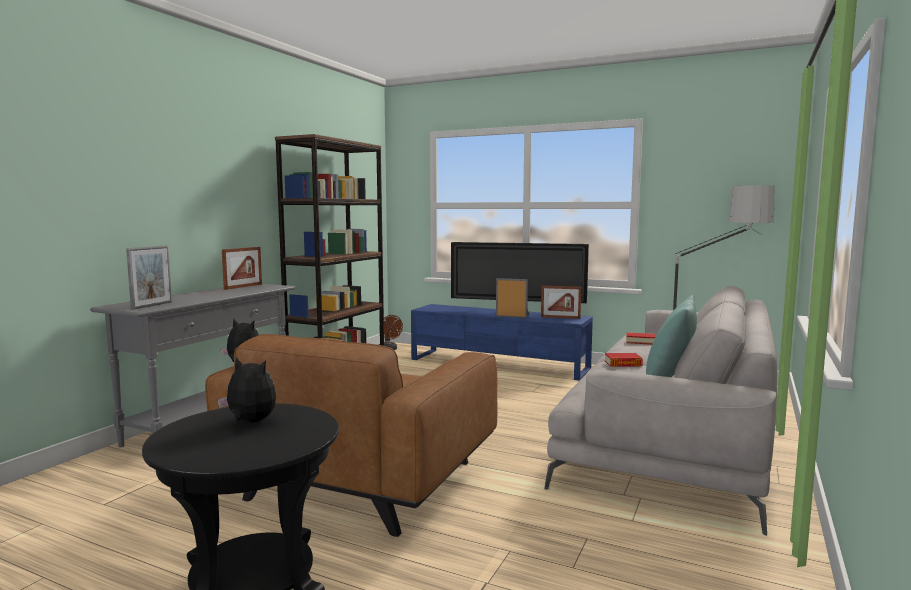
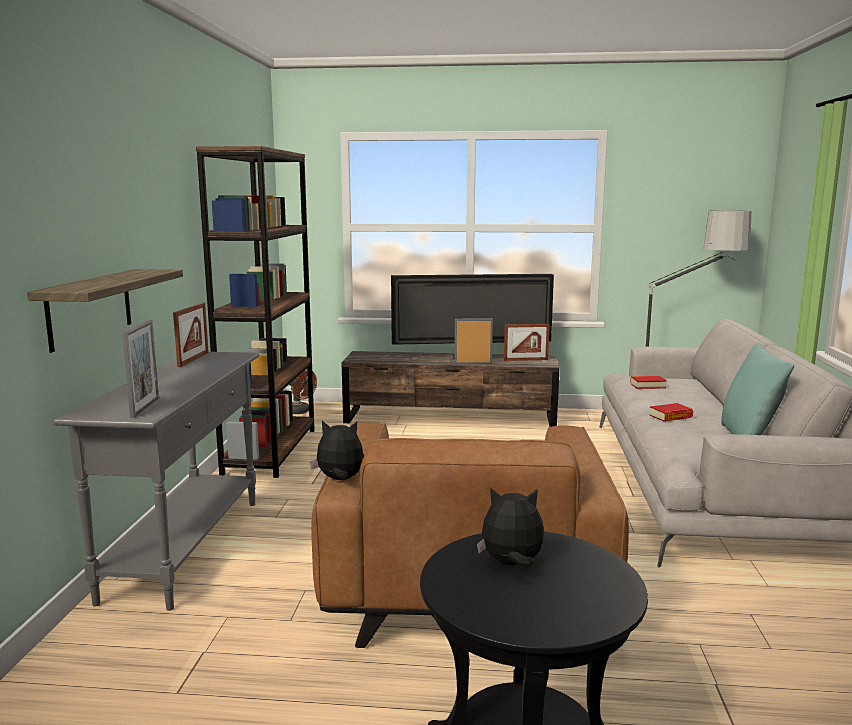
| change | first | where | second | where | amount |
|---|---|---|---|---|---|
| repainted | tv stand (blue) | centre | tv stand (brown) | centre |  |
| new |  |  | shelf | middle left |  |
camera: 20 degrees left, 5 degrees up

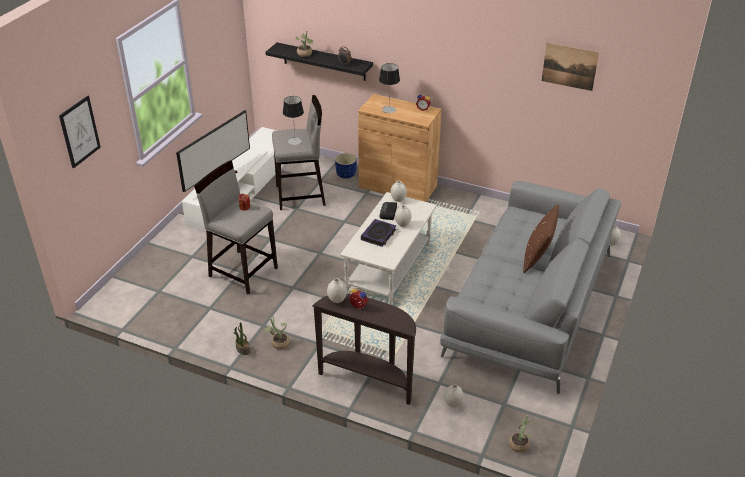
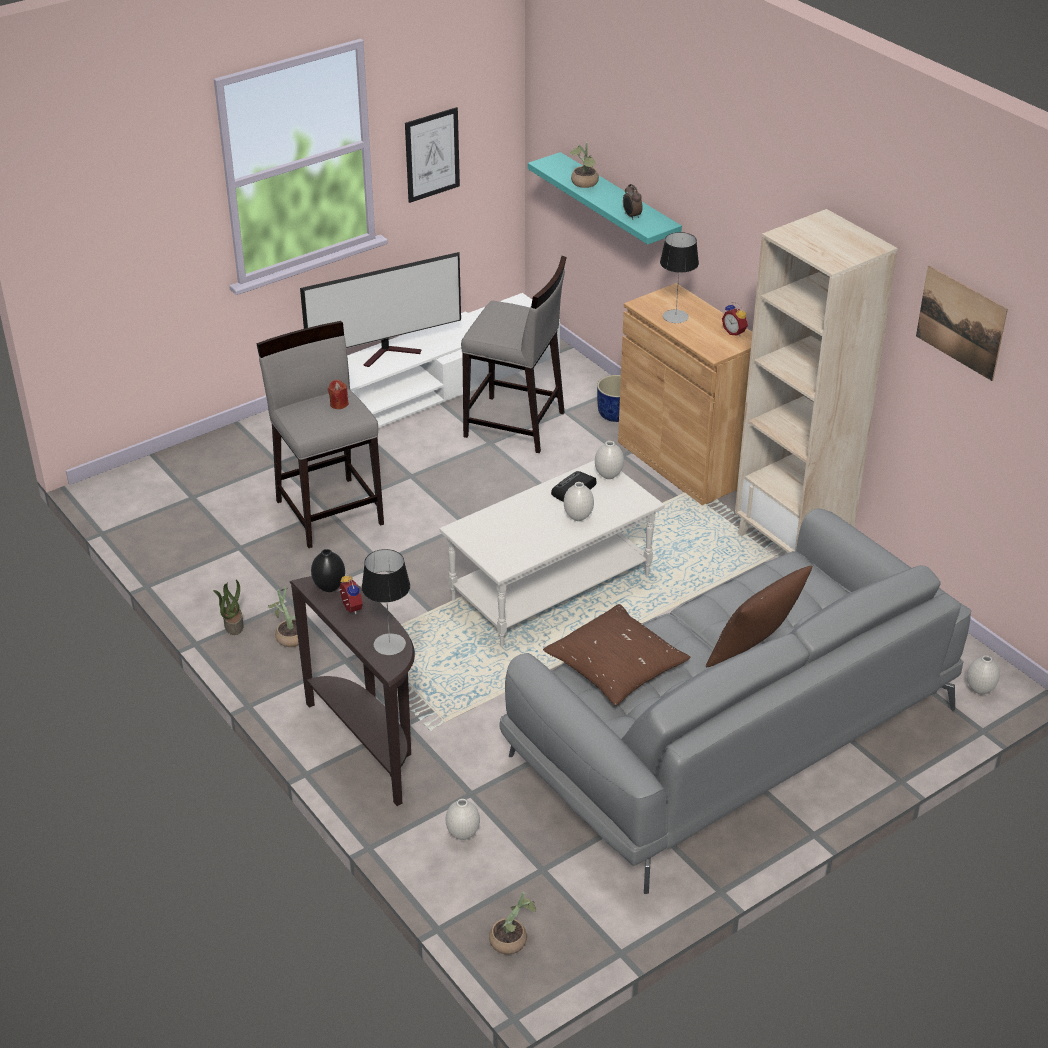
| change | first | where | second | where | amount |
|---|---|---|---|---|---|
| repainted | shelf (black) | top centre | shelf (turquoise) | top centre |  |
| shifted | picture (no. 1 from left) | top left |  | top centre |  |
| shifted | table lamp (no. 1 from left) | top centre |  | centre |  |
| gone | book | centre |  |  |  |
| repainted | vase (white) (no. 1 from left) | centre | vase (black) | middle left |  |
| new |  |  | bookcase (beige) | middle right |  |
| new |  |  | pillow (brown) (no. 1 from left) | centre |  |
camera: 30 degrees right, 0 degrees up

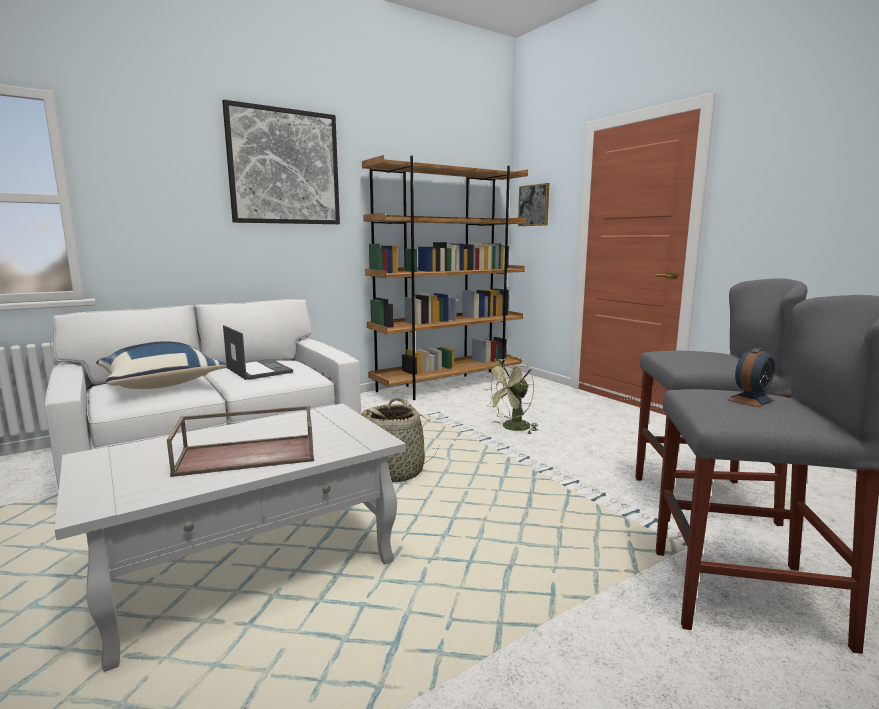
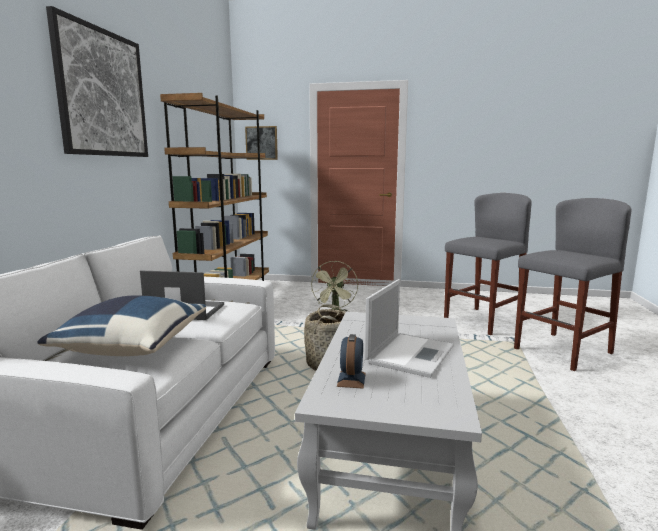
| change | first | where | second | where | amount |
|---|---|---|---|---|---|
| shifted | alarm clock | middle right |  | bottom centre |  |
| swapped | tray (brown) | middle left | laptop (no. 2 from left) | centre |  |
camera: 45 degrees left, 0 degrees up

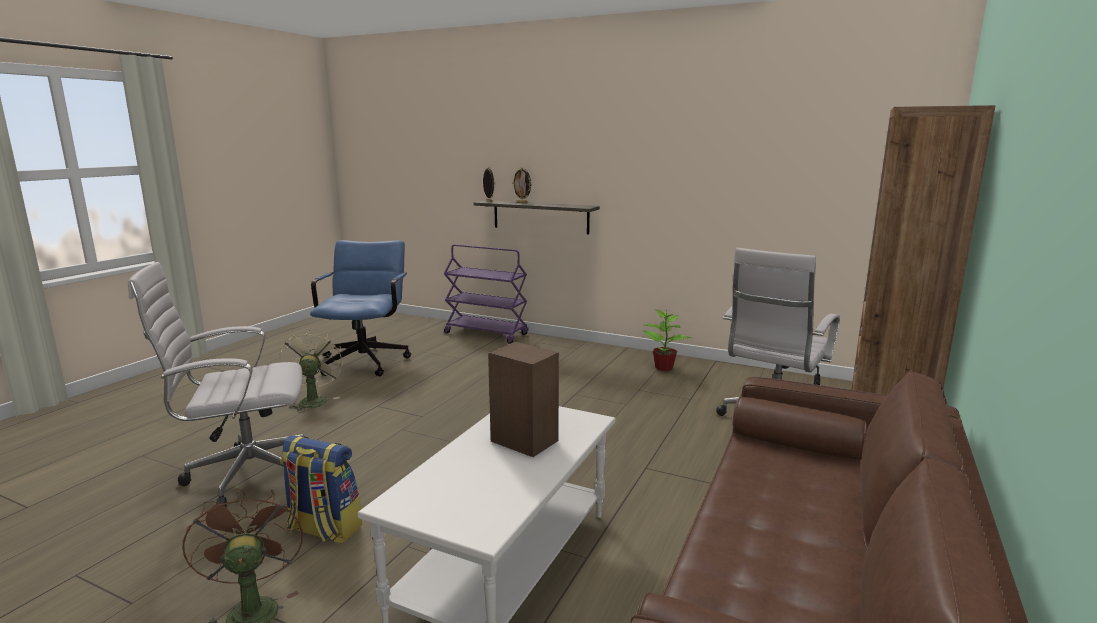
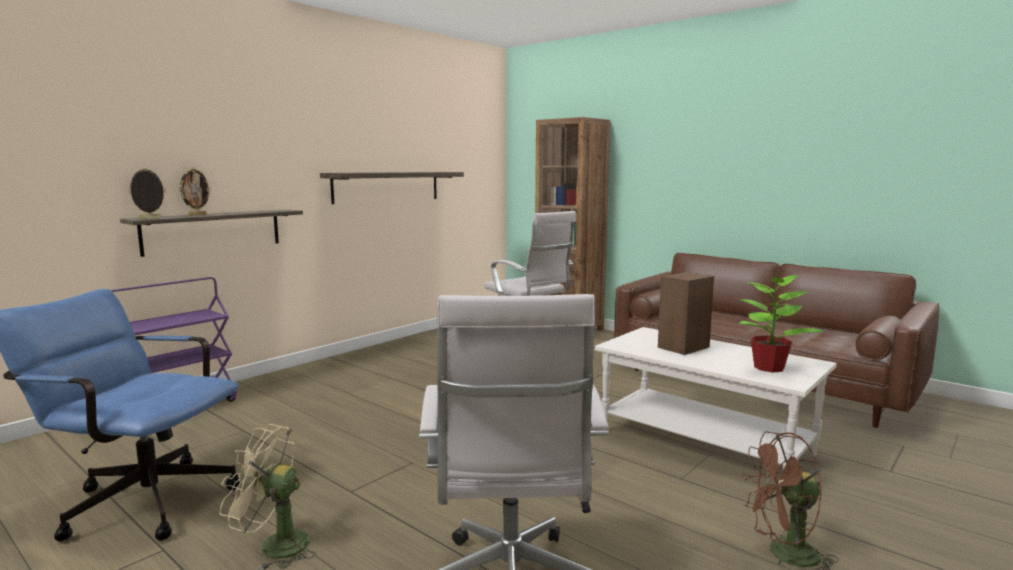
| change | first | where | second | where | amount |
|---|---|---|---|---|---|
| shifted | potted plant | centre |  | middle right |  |
| gone | backpack | bottom left |  |  |  |
| new |  |  | shelf (no. 2 from left) | top centre |  |
camera: 75 degrees left, 5 degrees down

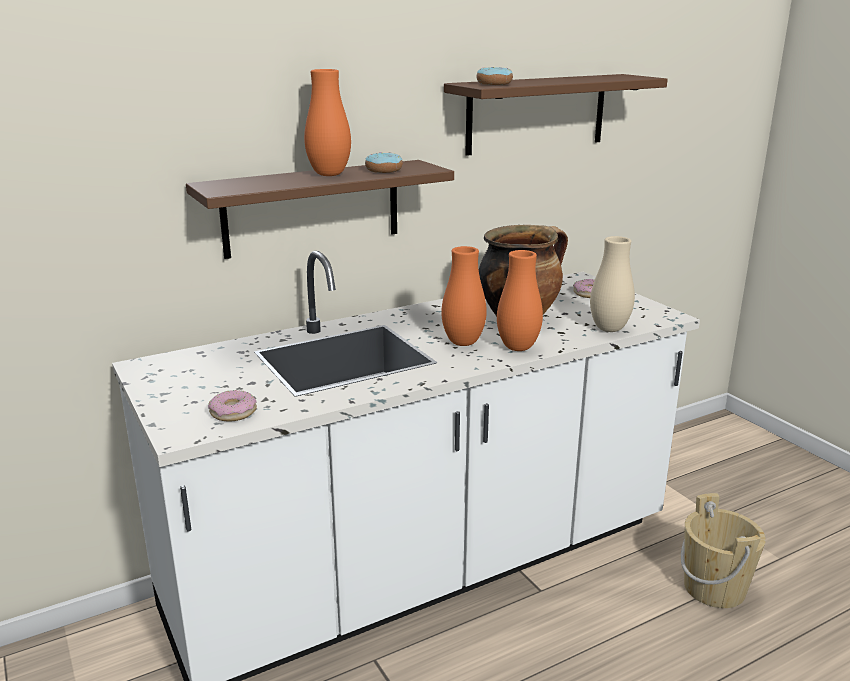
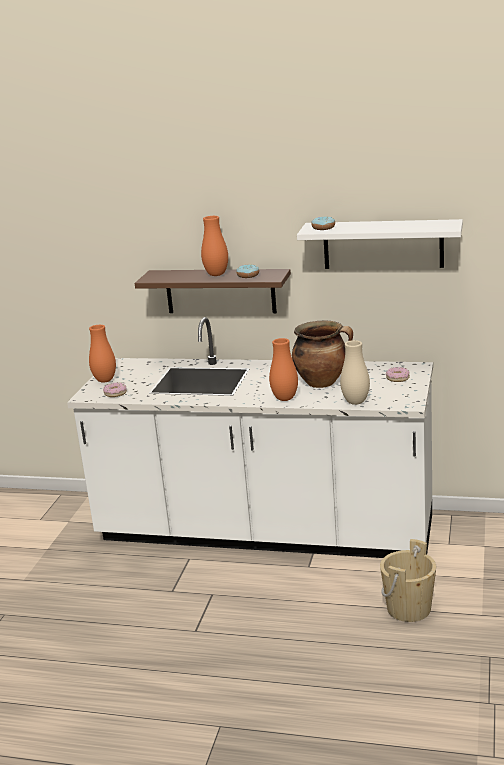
| change | first | where | second | where | amount |
|---|---|---|---|---|---|
| repainted | shelf (brown) (no. 2 from left) | top centre | shelf (white) | top right |  |
| shifted | vase (orange) (no. 2 from left in the first image) | centre | vase (orange) (no. 1 from left) | middle left |  |
camera: 45 degrees right, 0 degrees up

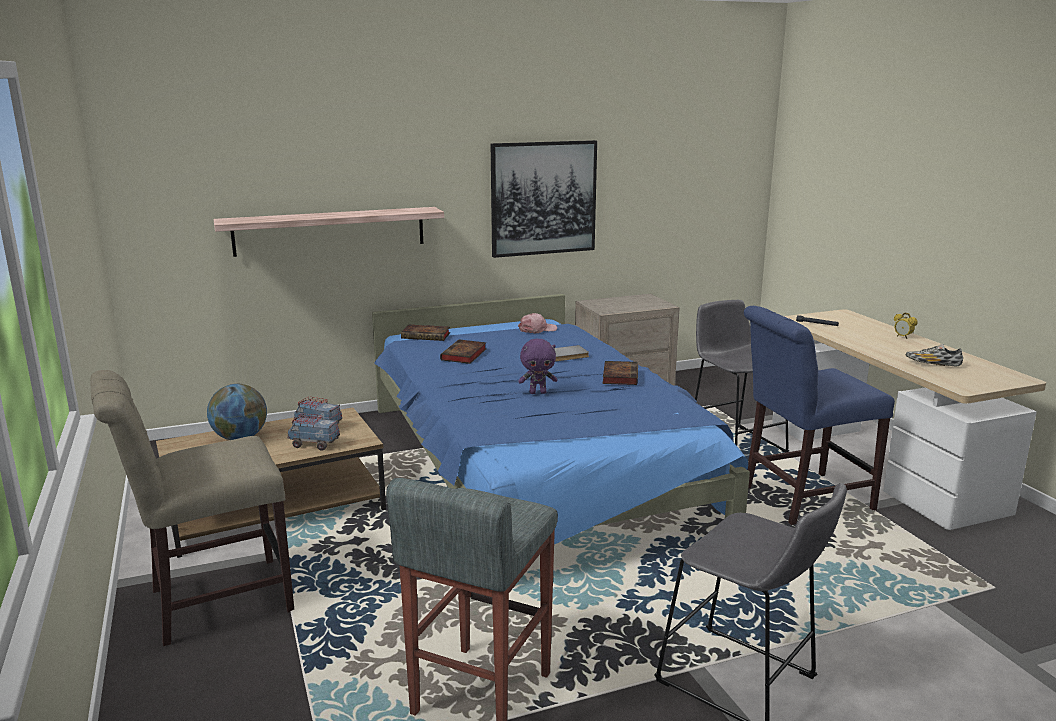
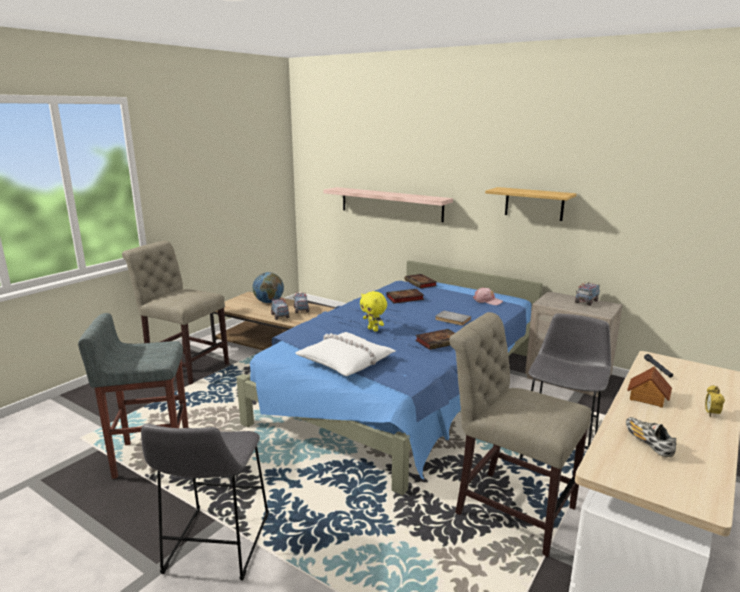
| change | first | where | second | where | amount |
|---|---|---|---|---|---|
| swapped | picture | top centre | shelf (no. 2 from left) | middle right |  |
| repainted | chair (blue) | middle right | chair (beige) (no. 2 from left) | bottom right |  |
| repainted | plush toy (purple) | centre | plush toy (yellow) | centre |  |
| new |  |  | toy truck (no. 3 from left) | middle right |  |
| new |  |  | pillow (white) | centre |  |
| new |  |  | toy house | middle right |  |
camera: 55 degrees right, 0 degrees up

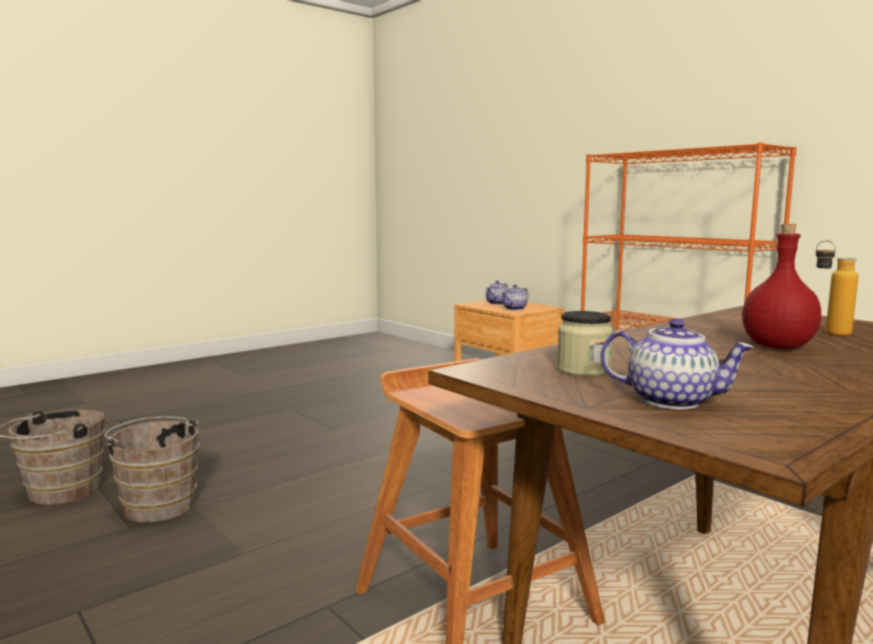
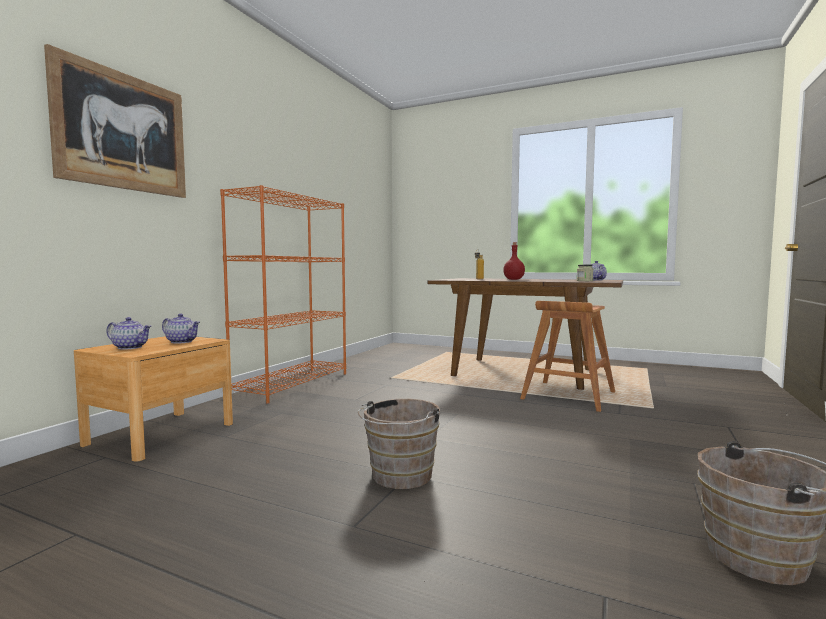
| change | first | where | second | where | amount |
|---|---|---|---|---|---|
| shifted | bucket (brown) (no. 2 from left in the first image) | bottom left | bucket (brown) (no. 1 from left) | bottom centre |  |
| new |  |  | picture | top left |  |
camera: 115 degrees left, 5 degrees down

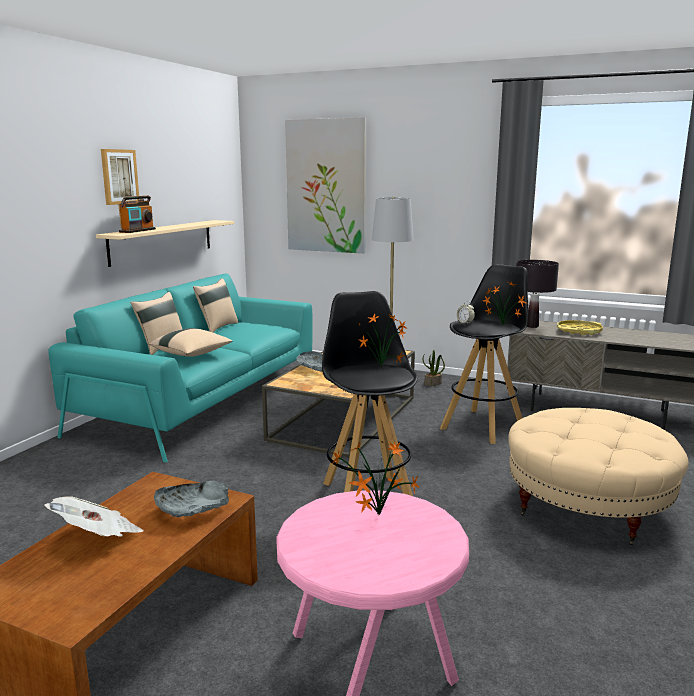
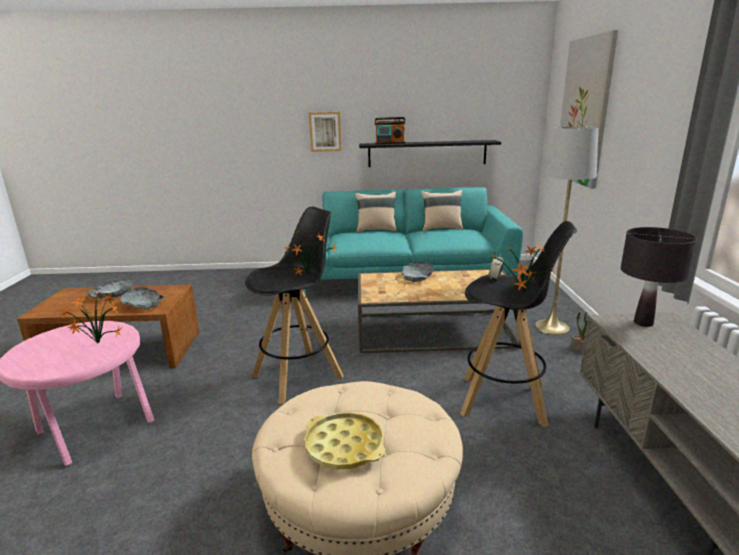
| change | first | where | second | where | amount |
|---|---|---|---|---|---|
| shifted | picture (no. 1 from left) | top left |  | top centre |  |
| repainted | shelf (beige) | middle left | shelf (black) | top centre |  |
| shifted | tray (yellow) | middle right |  | bottom centre |  |
| gone | pillow (beige) (no. 2 from left) | middle left |  |  |  |
| swapped | newspaper | bottom left | bowl (grey) (no. 1 from left) | middle left |  |
camera: 65 degrees right, 5 degrees up

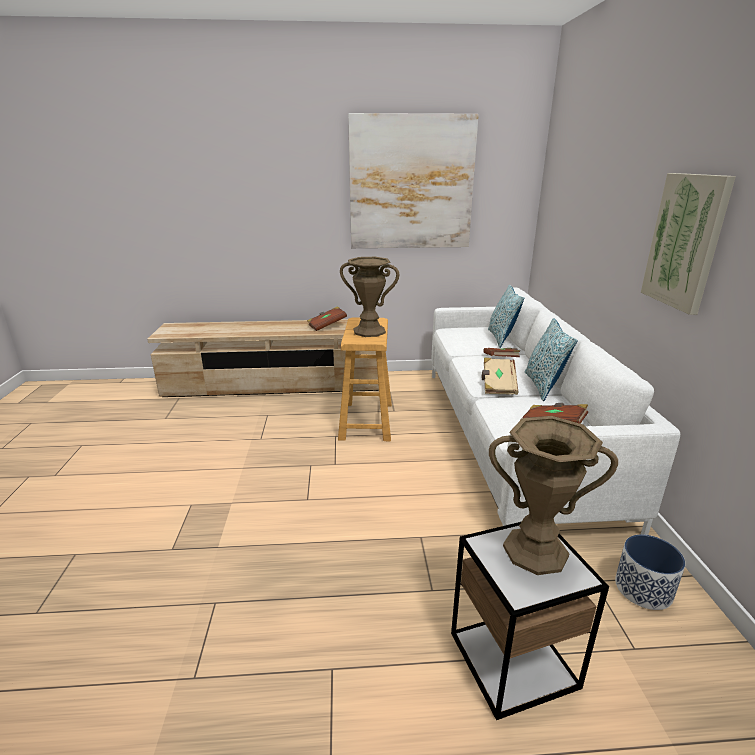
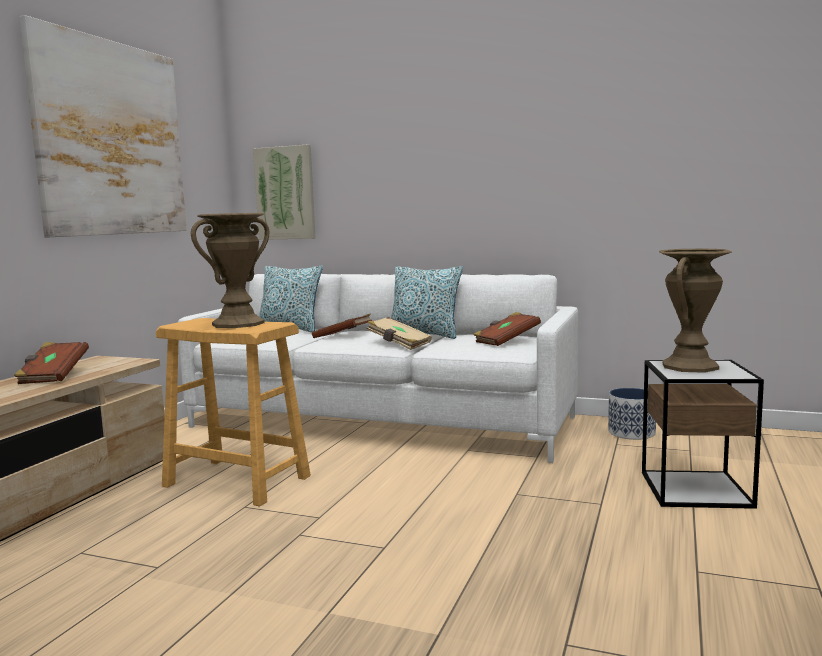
| change | first | where | second | where | amount |
|---|---|---|---|---|---|
| shifted | picture (no. 2 from left) | top right |  | top centre |  |
camera: 65 degrees left, 15 degrees down

